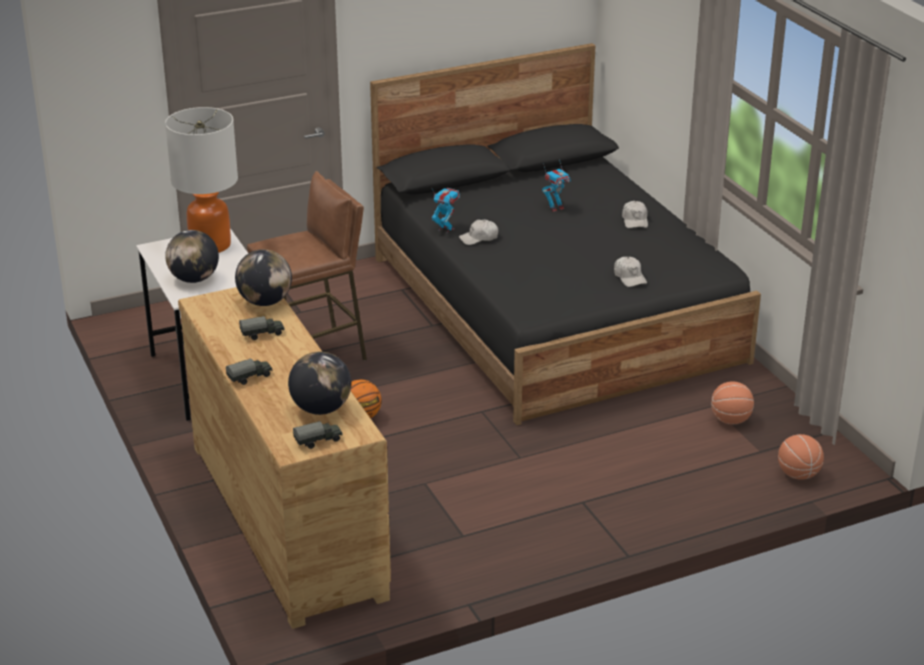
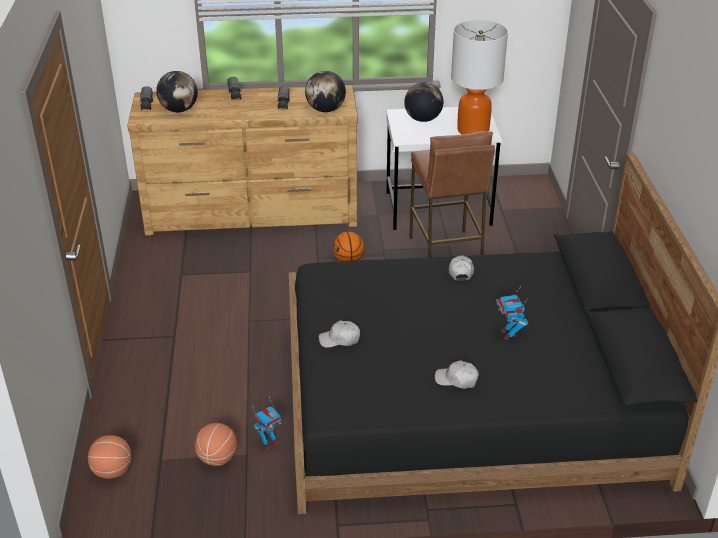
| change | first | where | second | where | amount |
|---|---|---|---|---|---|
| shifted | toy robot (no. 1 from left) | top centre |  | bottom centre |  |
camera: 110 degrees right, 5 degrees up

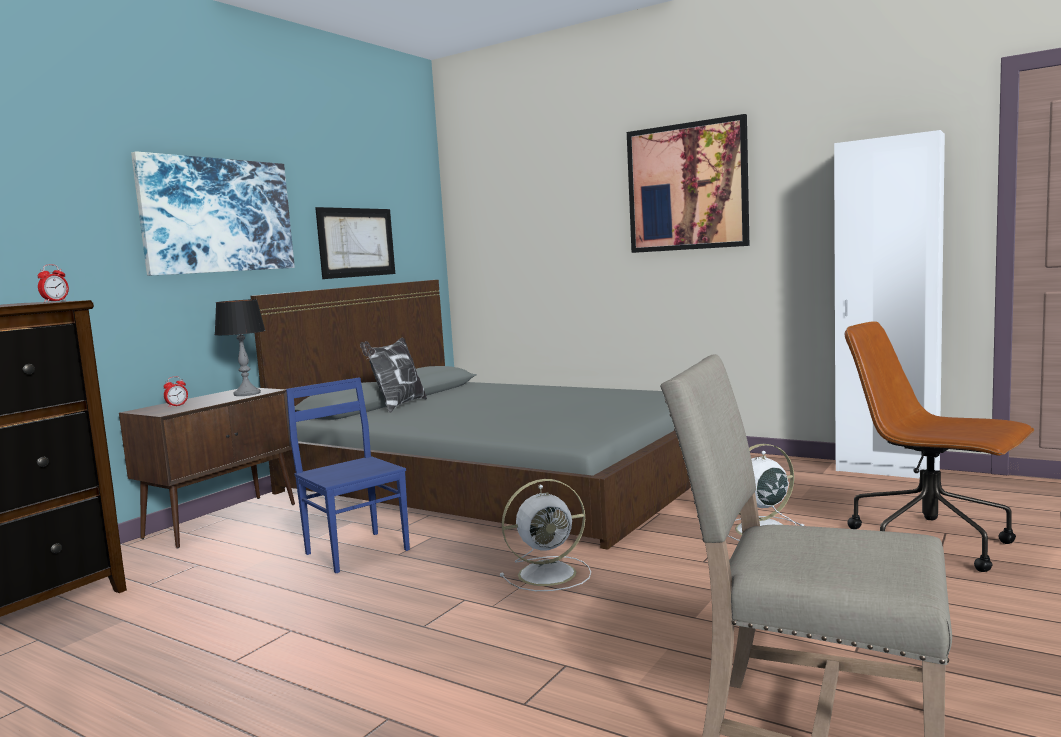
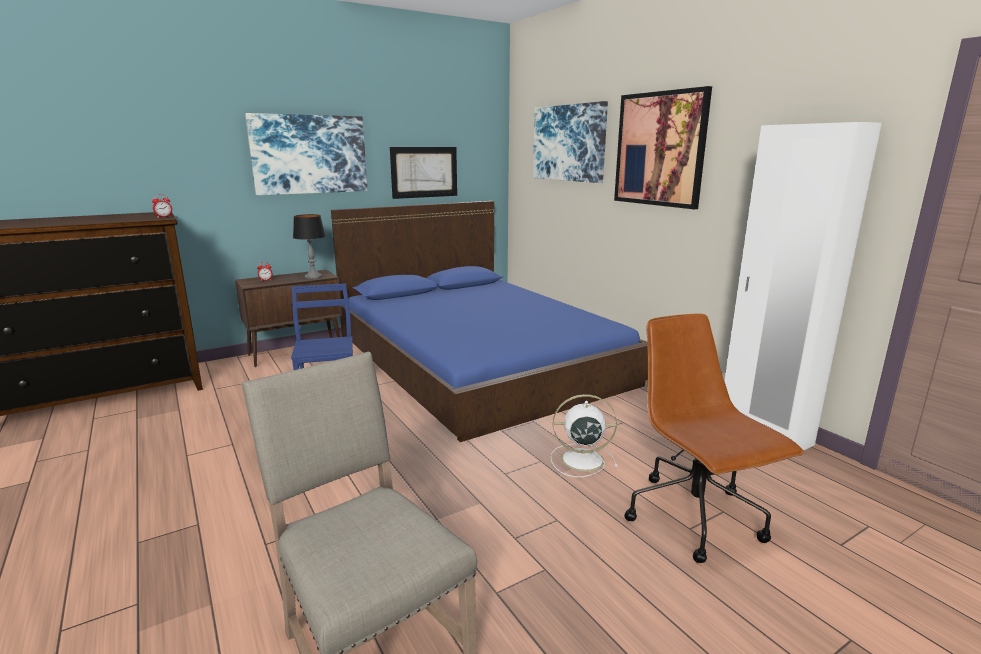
| change | first | where | second | where | amount |
|---|---|---|---|---|---|
| repainted | bed (grey) | centre | bed (blue) | centre |  |
| gone | pillow | centre |  |  |  |
| gone | fan (white) (no. 1 from left) | bottom centre |  |  |  |
| new |  |  | picture (no. 3 from left) | top centre |  |
camera: 25 degrees right, 10 degrees up

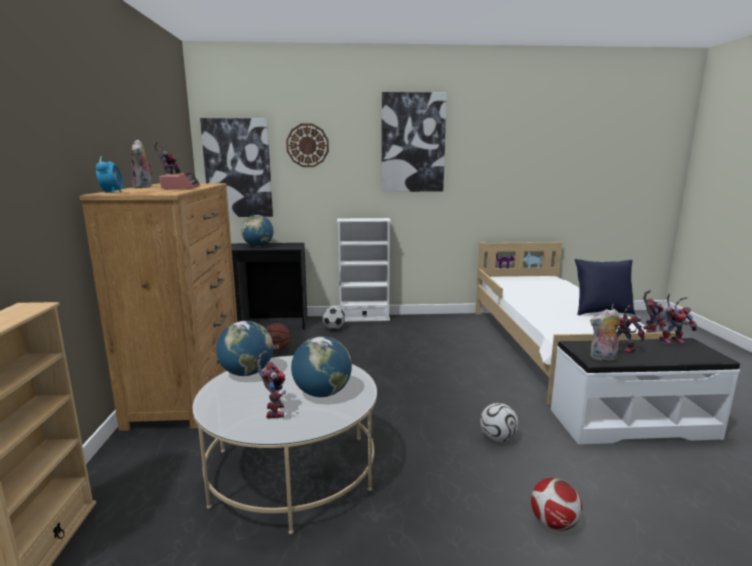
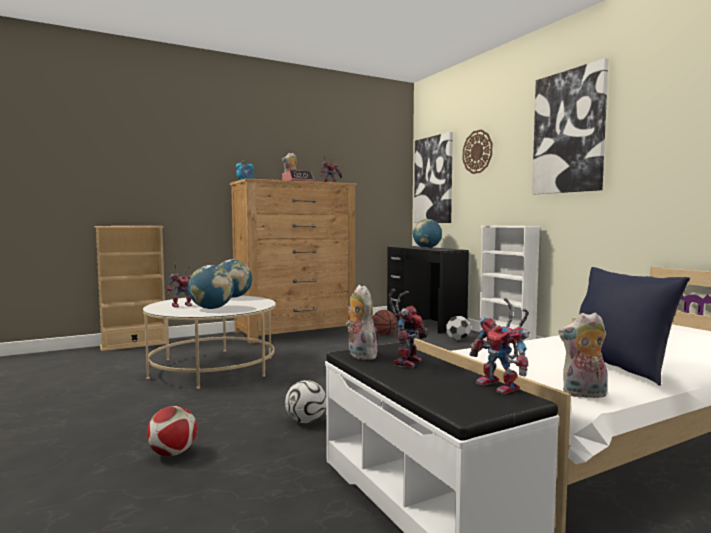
| change | first | where | second | where | amount |
|---|---|---|---|---|---|
| swapped | toy robot (no. 4 from left) | middle right | plush toy (no. 3 from left) | middle right |  |
camera: 65 degrees right, 10 degrees down

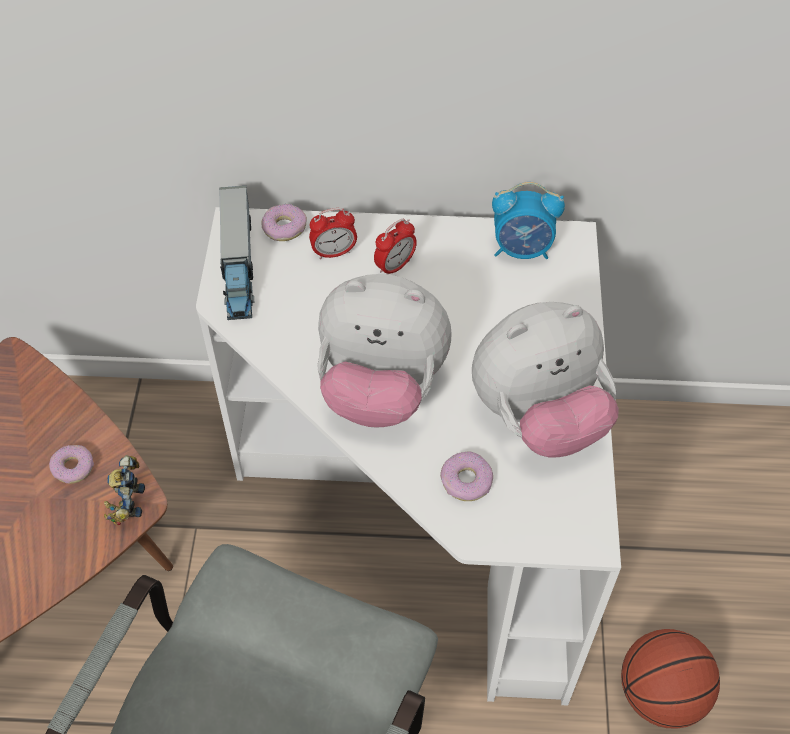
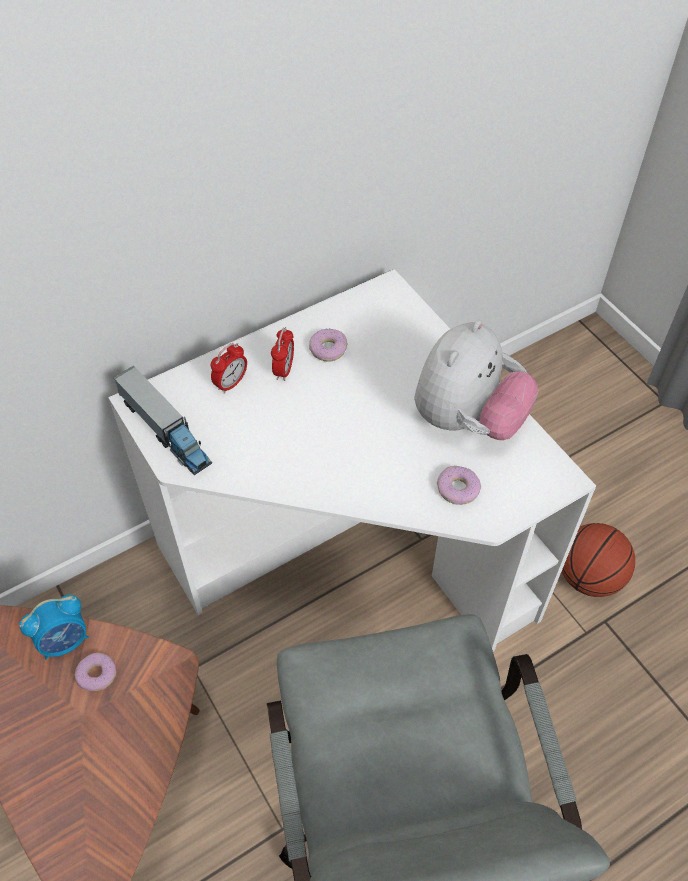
| change | first | where | second | where | amount |
|---|---|---|---|---|---|
| shifted | alarm clock (no. 3 from left in the first image) | top right | alarm clock (no. 1 from left) | bottom left |  |
| shifted | donut (no. 2 from left) | top centre |  | centre |  |
| gone | plush toy (no. 1 from left) | centre |  |  |  |
| gone | toy robot | bottom left |  |  |  |
camera: 35 degrees left, 0 degrees up

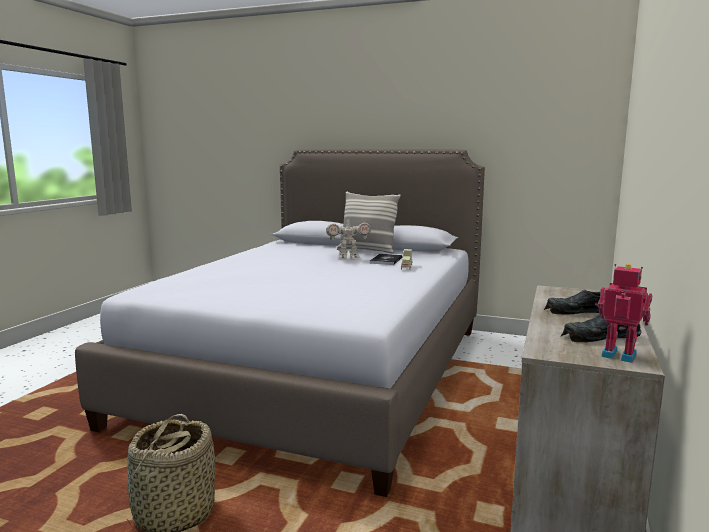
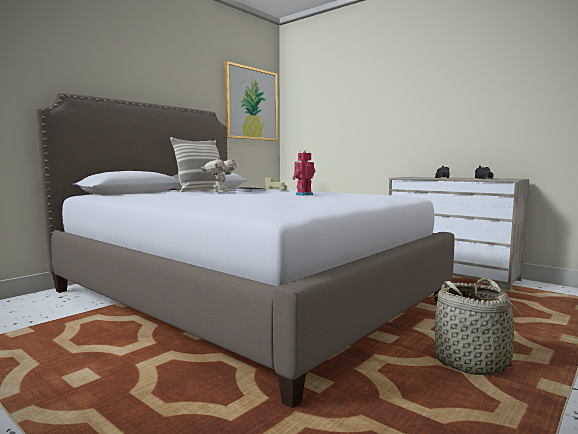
| change | first | where | second | where | amount |
|---|---|---|---|---|---|
| shifted | toy robot (no. 2 from left) | middle right |  | centre |  |
| new |  |  | picture | top centre |  |
camera: 70 degrees left, 5 degrees down

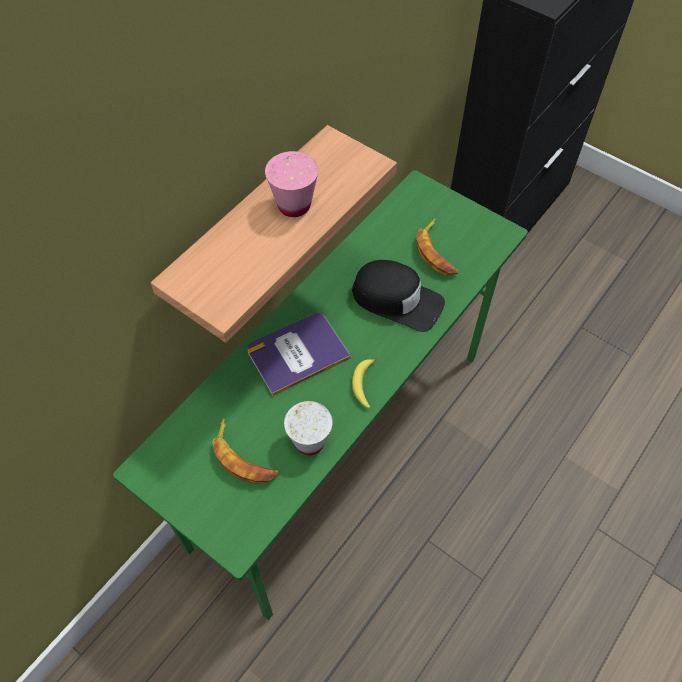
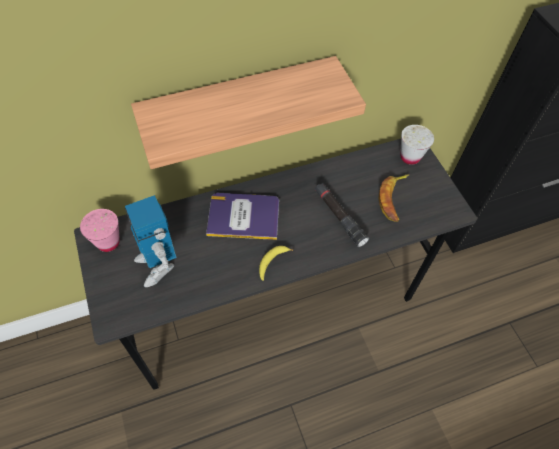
| change | first | where | second | where | amount |
|---|---|---|---|---|---|
| shifted | cup (pink) | top centre |  | middle left |  |
| repainted | desk (green) | centre | desk (grey) | centre |  |
| swapped | cap (black) | centre | flashlight (black) | centre |  |
| shifted | cup (white) | centre |  | top right |  |
| swapped | banana (no. 1 from left) | centre | toy robot | middle left |  |
camera: 30 degrees right, 0 degrees up

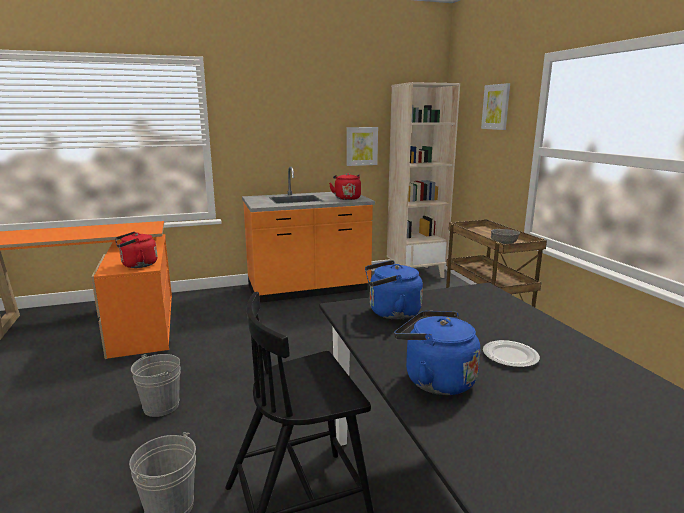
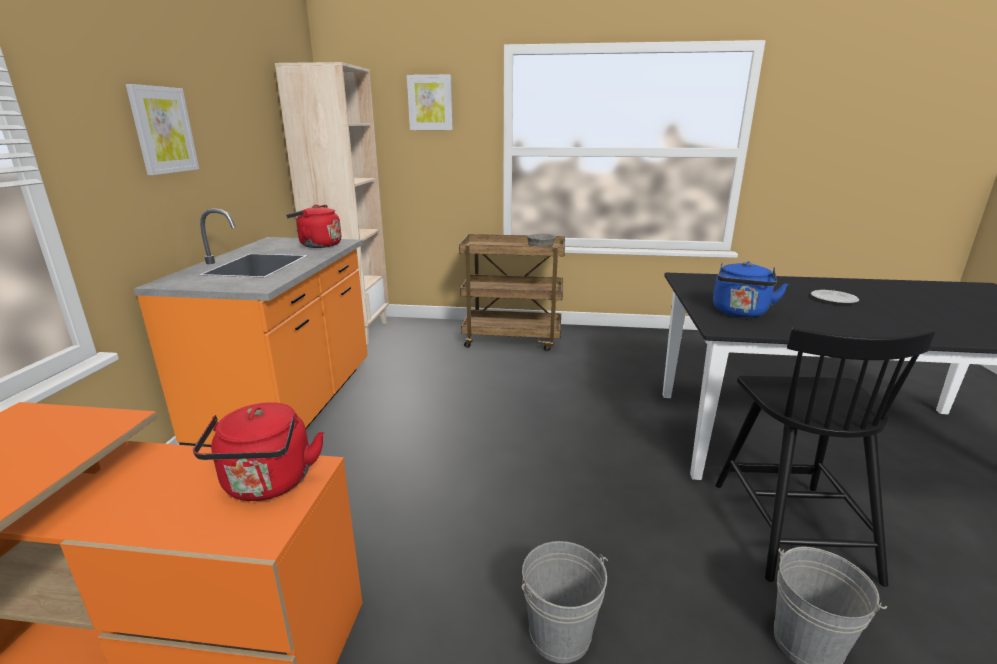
| change | first | where | second | where | amount |
|---|---|---|---|---|---|
| shifted | picture (no. 1 from left) | top centre |  | top left |  |
| gone | kettle (blue) (no. 2 from left) | bottom centre |  |  |  |
camera: 65 degrees left, 5 degrees up

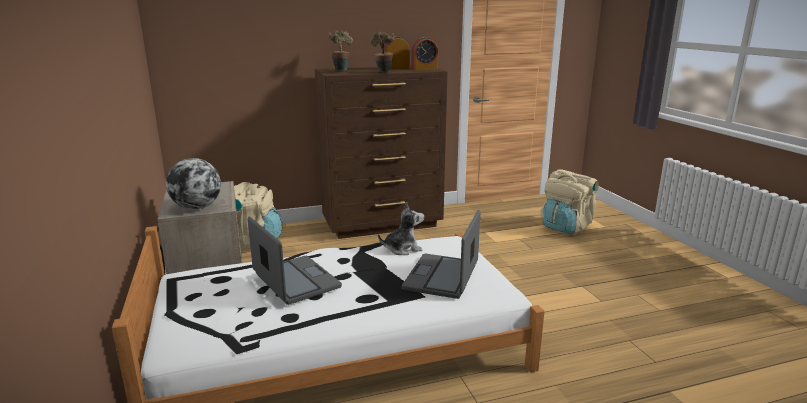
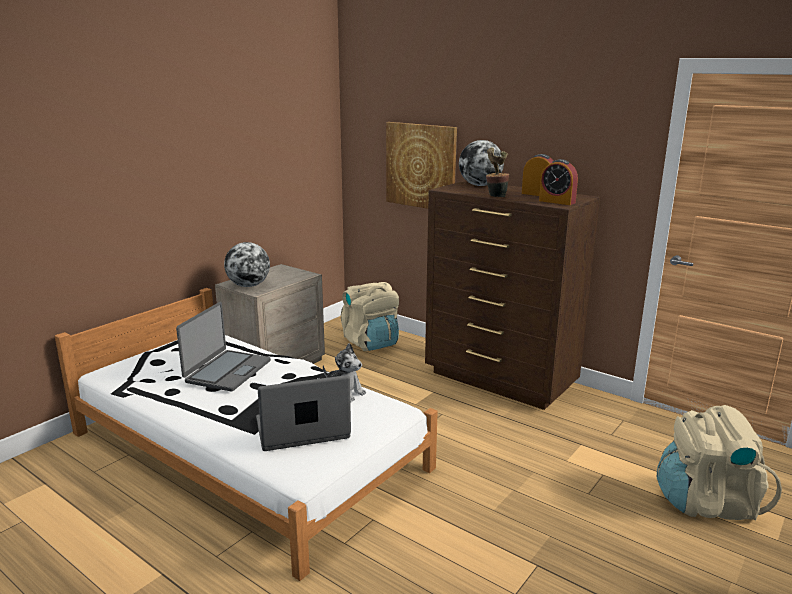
| change | first | where | second | where | amount |
|---|---|---|---|---|---|
| swapped | potted plant (no. 1 from left) | top centre | globe (no. 2 from left) | top centre |  |
| new |  |  | picture | top centre |  |
camera: 55 degrees right, 0 degrees up

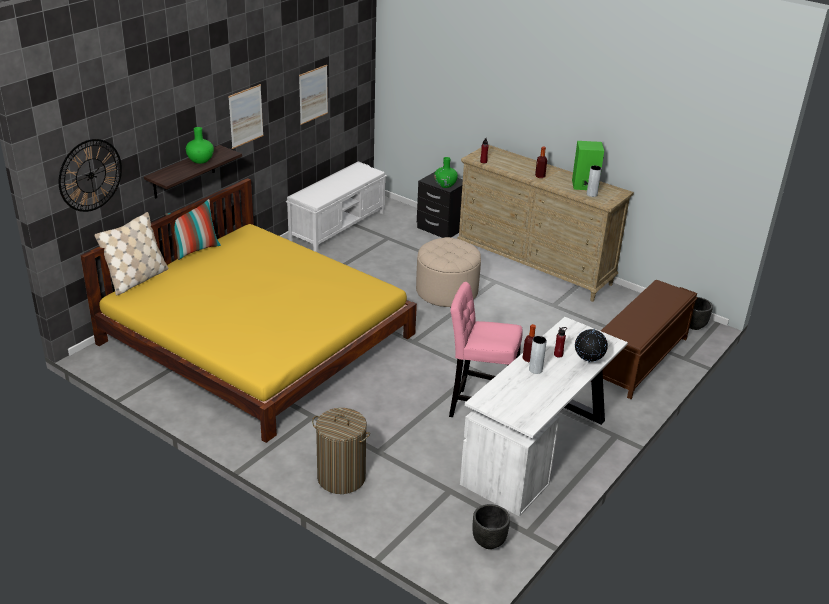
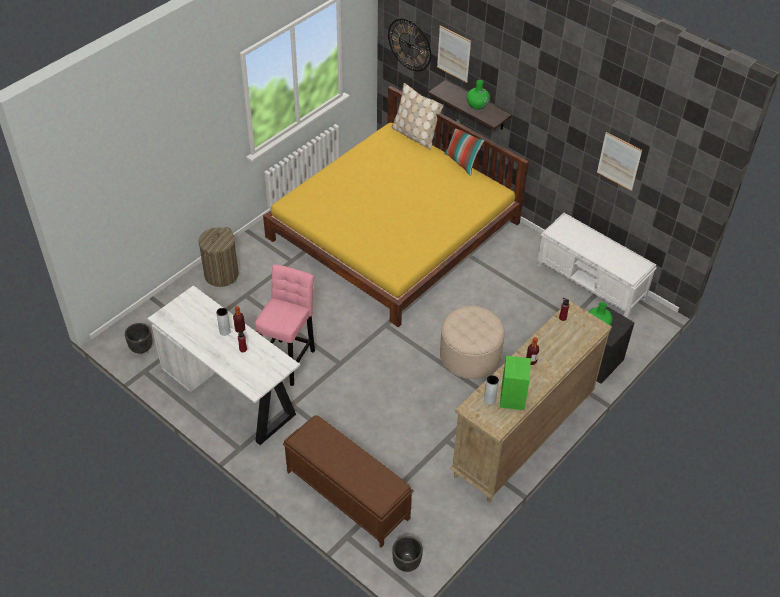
| change | first | where | second | where | amount |
|---|---|---|---|---|---|
| shifted | picture (no. 1 from left) | top left |  | top centre |  |
| gone | globe | middle right |  |  |  |
camera: 95 degrees right, 15 degrees up

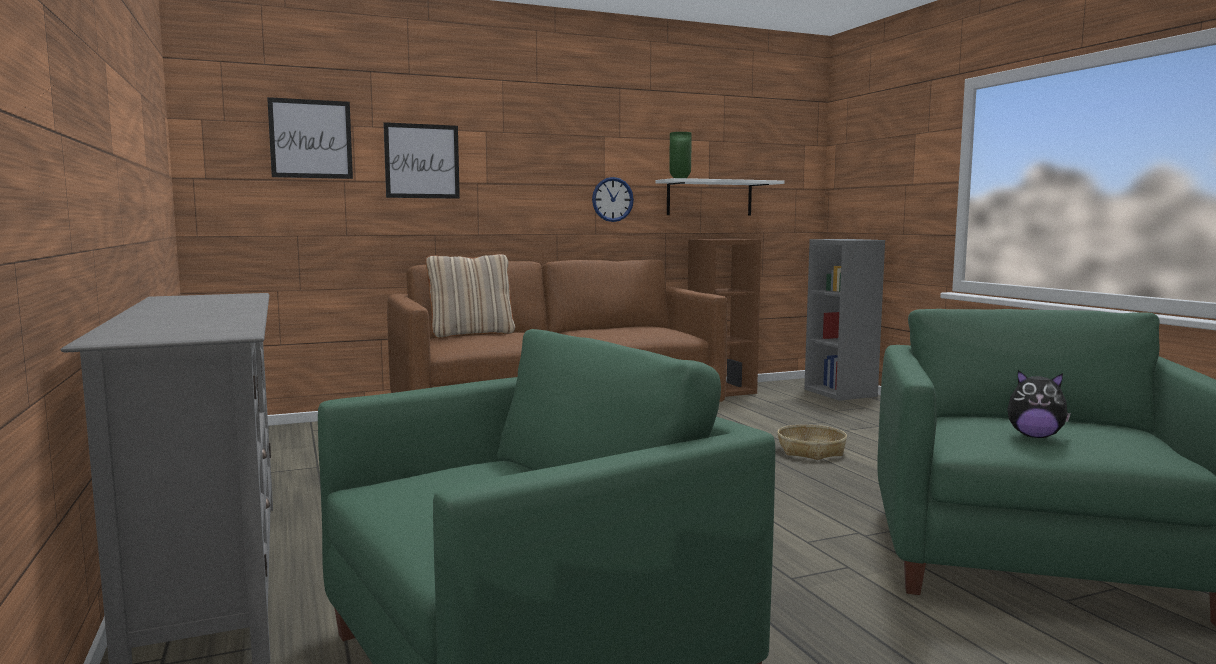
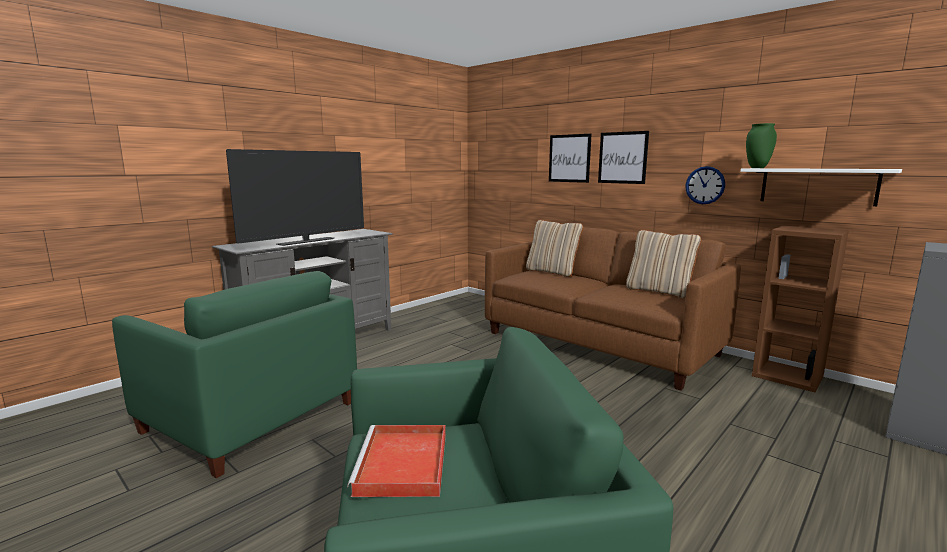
| change | first | where | second | where | amount |
|---|---|---|---|---|---|
| shifted | picture (no. 1 from left in the first image) | top left | picture (no. 2 from left) | top centre |  |
| swapped | plush toy | middle right | tray (red) | bottom centre |  |
| gone | basket | middle right |  |  |  |
| new |  |  | television | middle left |  |
| new |  |  | pillow (beige) (no. 2 from left) | middle right |  |
camera: 65 degrees right, 5 degrees up

